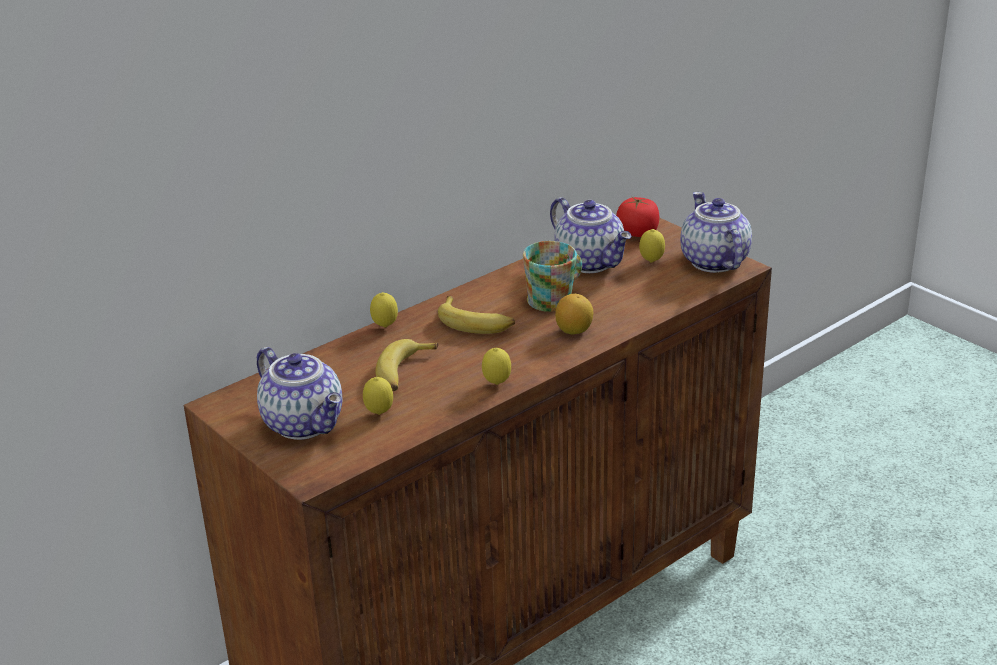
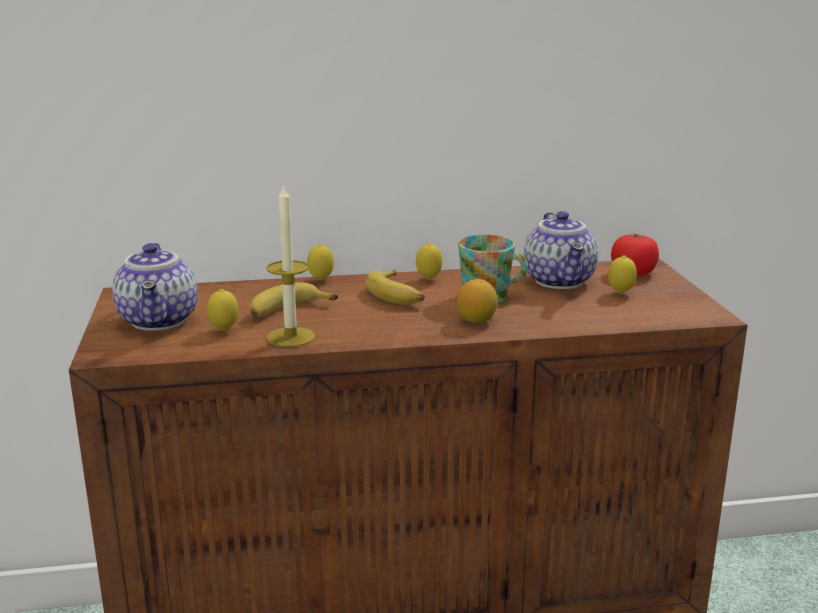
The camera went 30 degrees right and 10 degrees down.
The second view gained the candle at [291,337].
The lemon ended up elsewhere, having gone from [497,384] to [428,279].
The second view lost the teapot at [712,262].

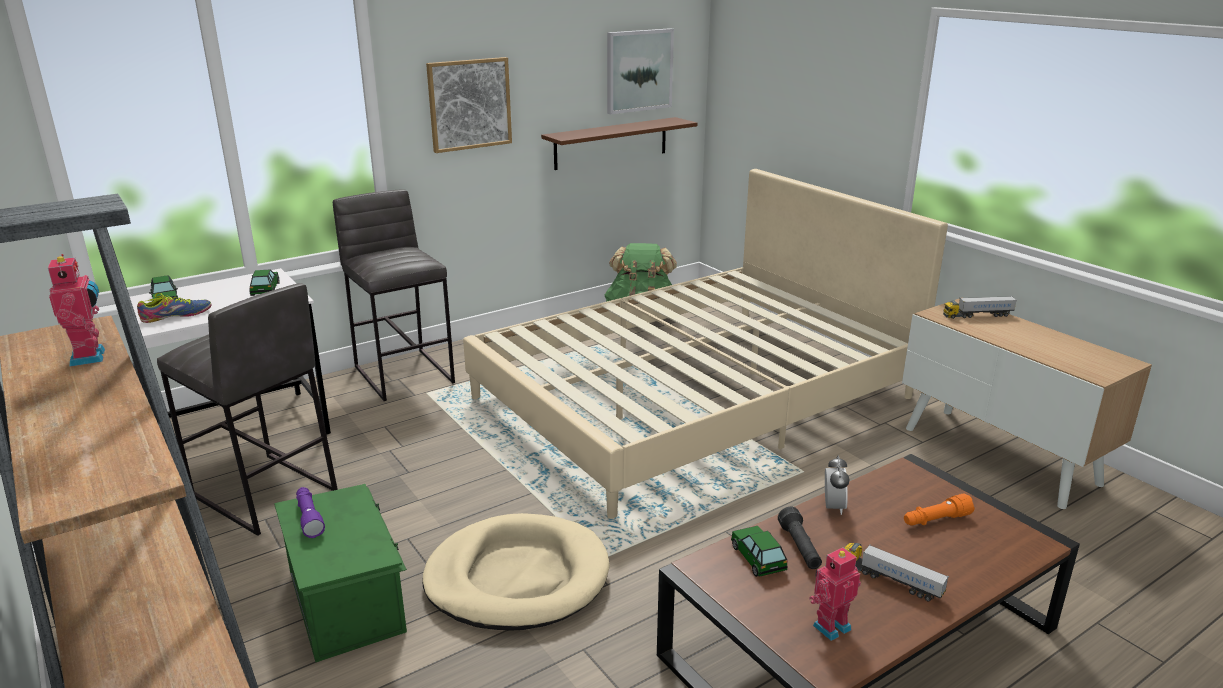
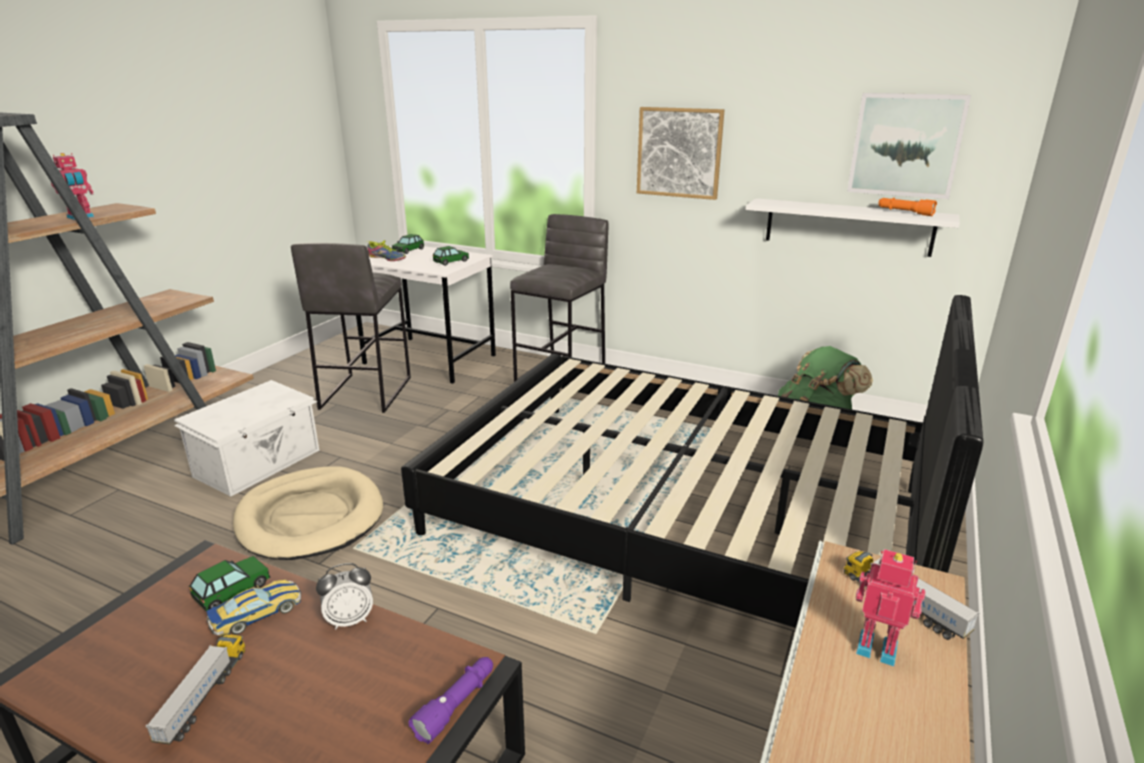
The camera went 60 degrees right and 0 degrees up.
What was the storage box/green at [348,600] turned into the storage box/white at [259,463].
Where the flashlight/black stood at [800,548], the toy car came to stand at [257,613].
What was the bed/beige at [694,398] turned into the bed/black at [679,513].
The flashlight/purple ended up elsewhere, having gone from [309,518] to [456,705].
What was the shelf/brown at [611,143] turned into the shelf/white at [848,227].
The toy robot ended up elsewhere, having gone from [830,626] to [877,647].
The flashlight/orange ended up elsewhere, having gone from [935,520] to [904,212].

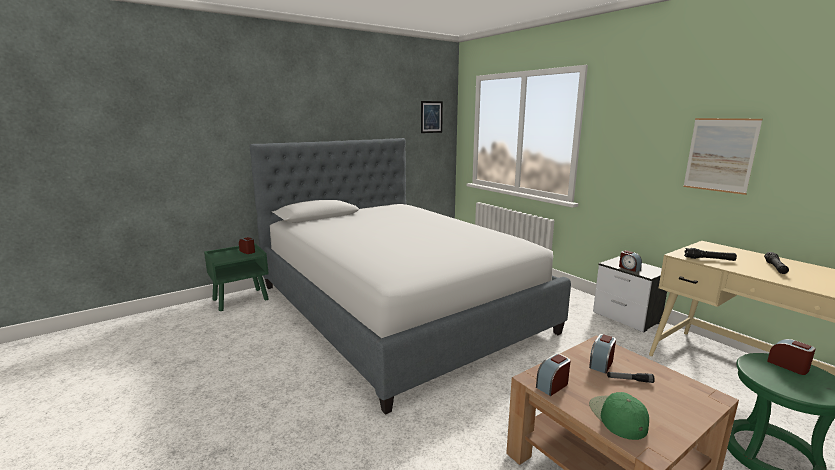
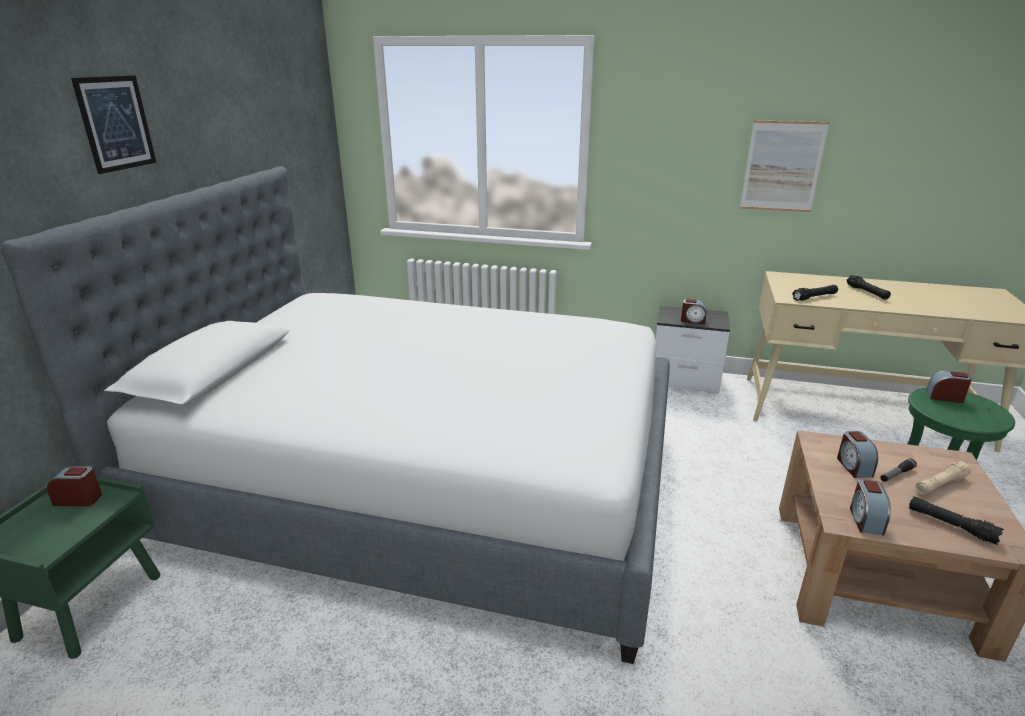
The camera went 40 degrees left and 10 degrees up.
The picture ended up elsewhere, having gone from [431,117] to [116,123].
Where the cap/green stood at [617,416], the flashlight/black came to stand at [951,525].
The second view gained the flashlight/beige at [940,484].

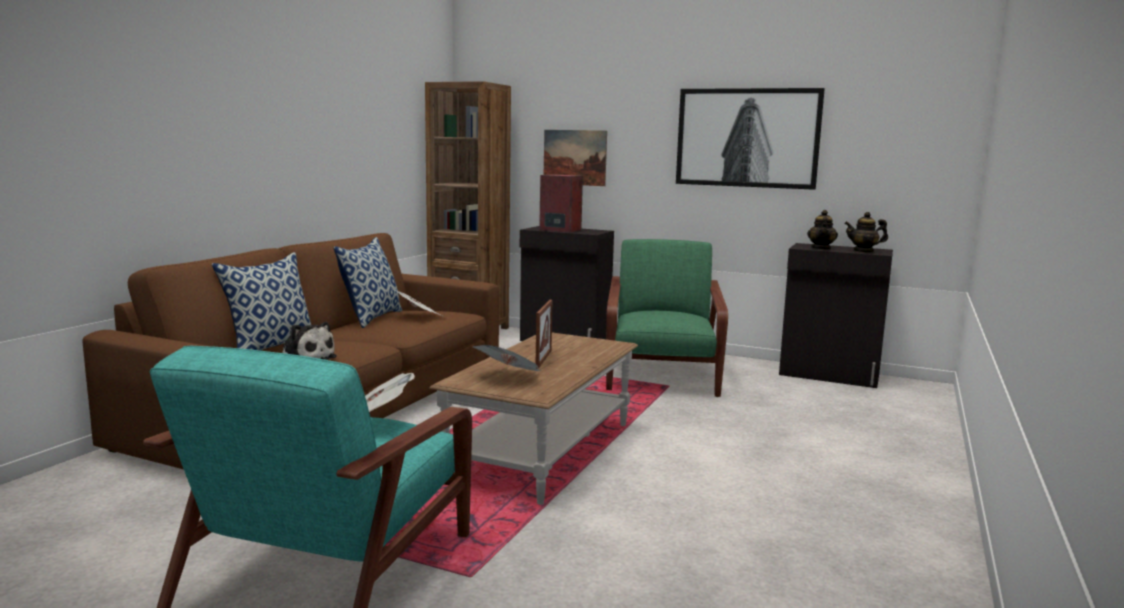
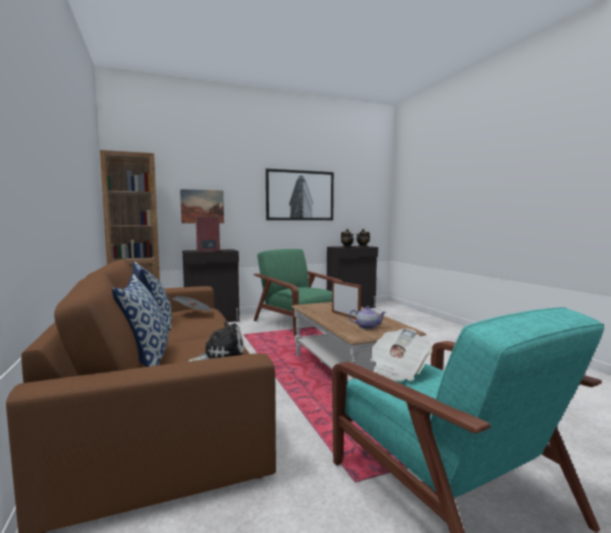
The camera went 45 degrees left and 5 degrees down.
Where the newspaper stood at [510,377], the teapot came to stand at [367,327].

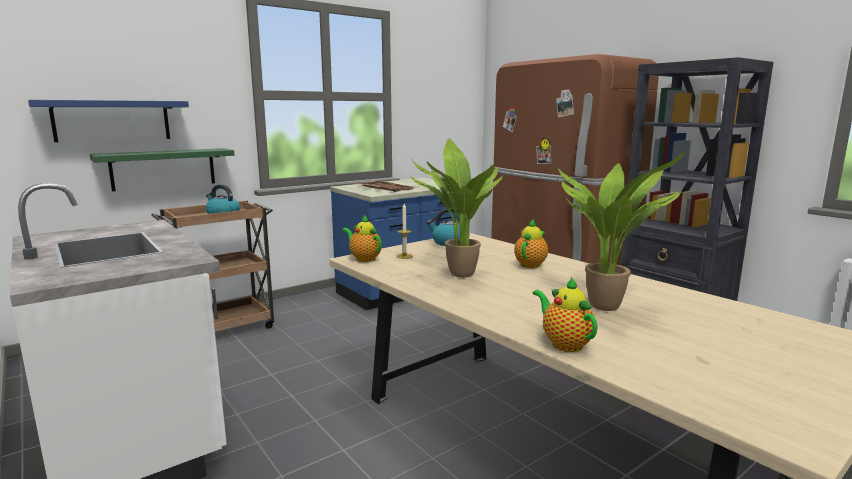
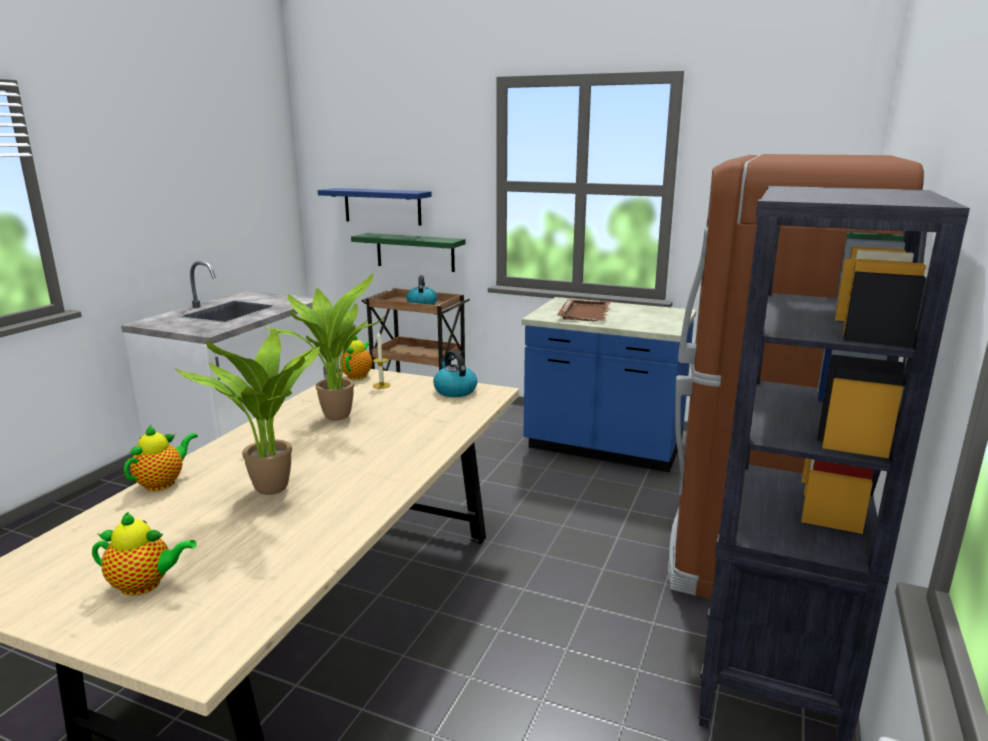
The camera went 60 degrees right and 5 degrees up.
The teapot ended up elsewhere, having gone from [531,264] to [145,585].

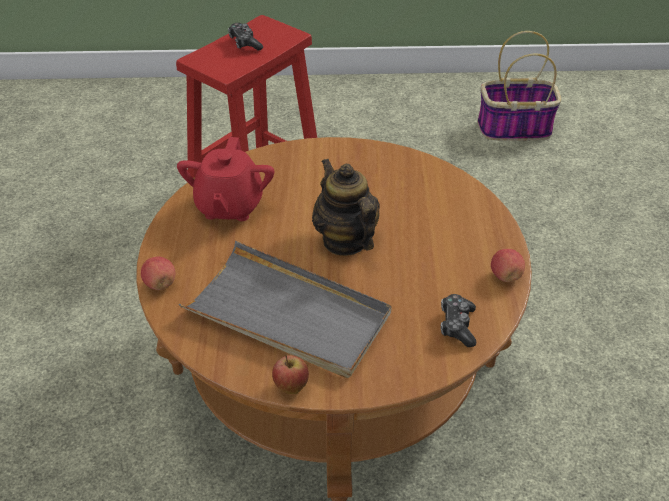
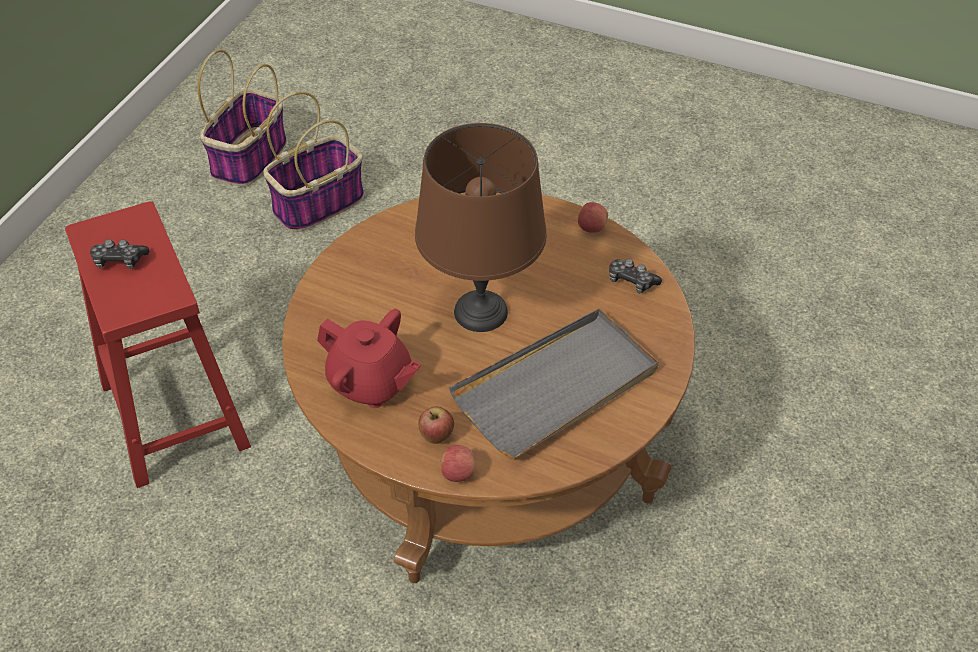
The camera went 65 degrees left and 5 degrees up.
The second view gained the basket at [319,203].
Where the teapot stood at [345,240], the table lamp/brown came to stand at [482,312].
The apple ended up elsewhere, having gone from [291,387] to [436,437].

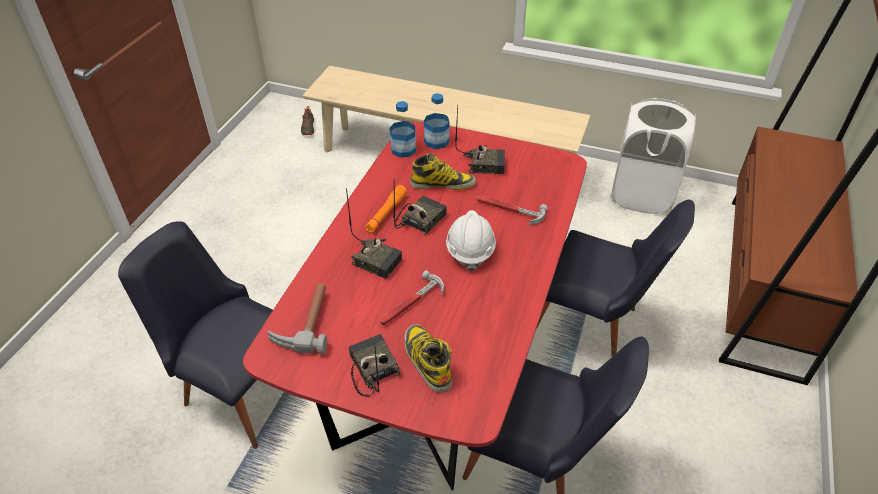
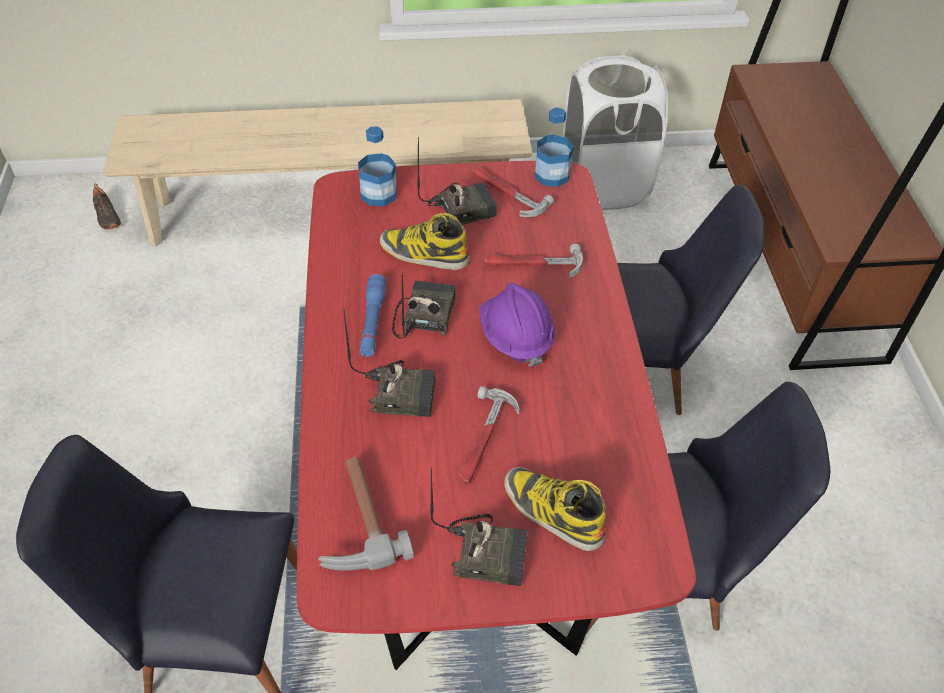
The camera went 25 degrees left and 5 degrees up.
What was the flashlight/orange at [386,213] turned into the flashlight/blue at [372,321].
The boot at [443,183] ended up facing another way, 135 degrees counterclockwise from before.
The radio at [371,368] ended up facing another way, 150 degrees clockwise from before.
The second view gained the hammer at [506,194].
What was the hard hat/white at [470,250] turned into the hard hat/purple at [515,337].
The bottle ended up elsewhere, having gone from [403,149] to [552,175].

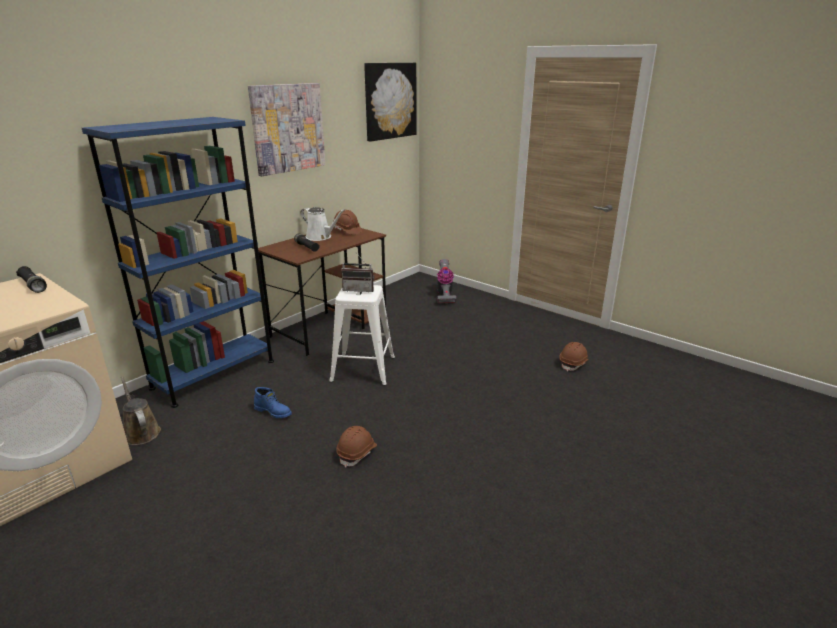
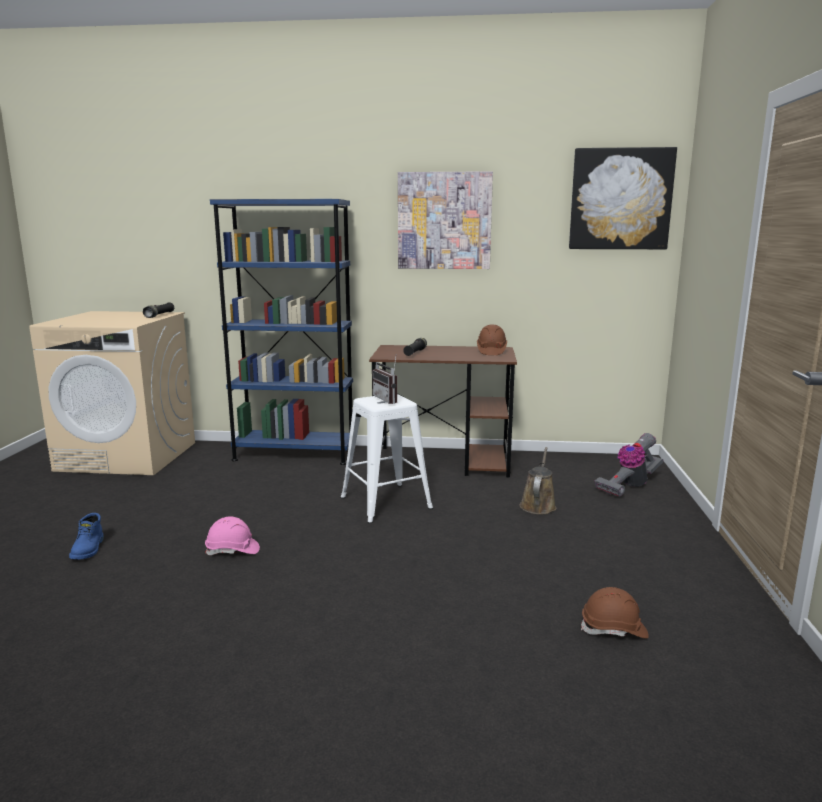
The camera went 55 degrees right and 10 degrees down.
The boot/blue ended up elsewhere, having gone from [273,411] to [89,549].
What was the hard hat/brown at [357,453] turned into the hard hat/pink at [233,551].
The watering can/brown ended up elsewhere, having gone from [141,432] to [538,505].
The second view lost the watering can/white at [320,237].

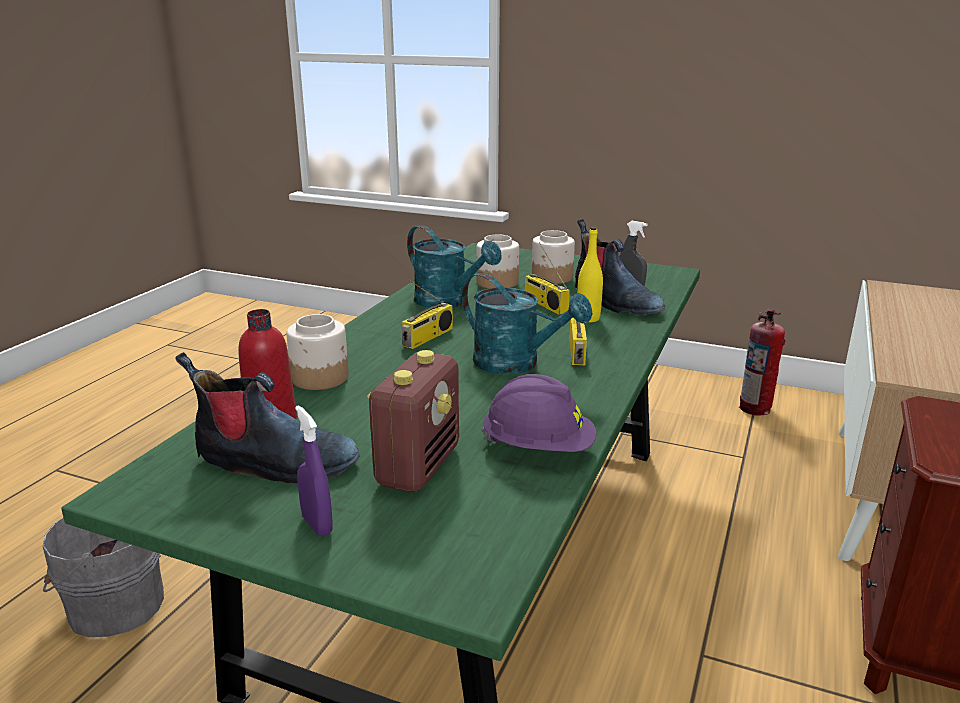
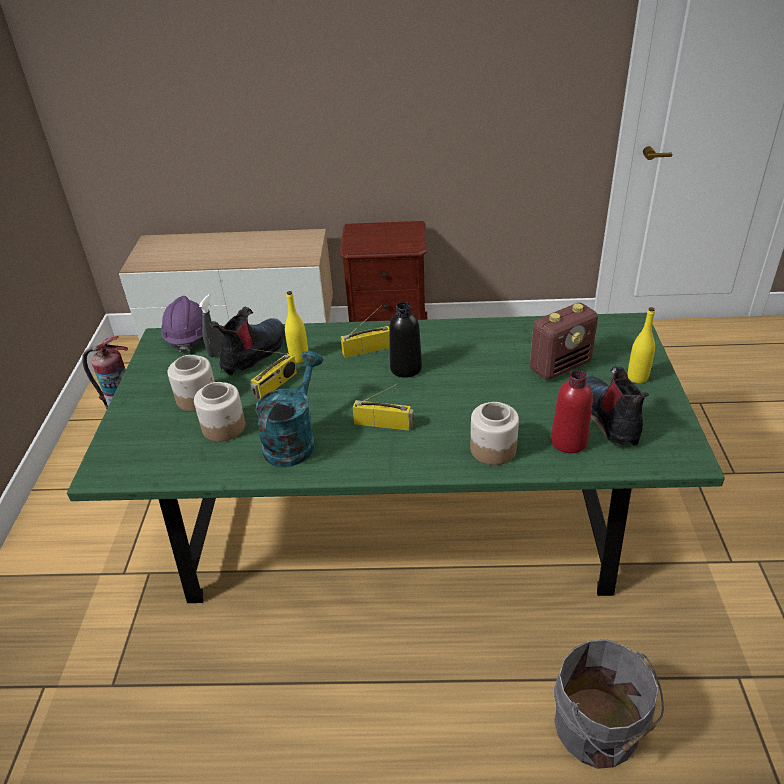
The camera went 110 degrees left and 15 degrees up.
The hard hat/purple ended up elsewhere, having gone from [538,448] to [189,337].
Where the watering can/turquoise stood at [516,364], the bottle/black came to stand at [406,368].
The radio at [418,466] ended up facing another way, 150 degrees clockwise from before.
Where the spray bottle/purple stood at [317,525], the bottle/yellow came to stand at [637,378].

